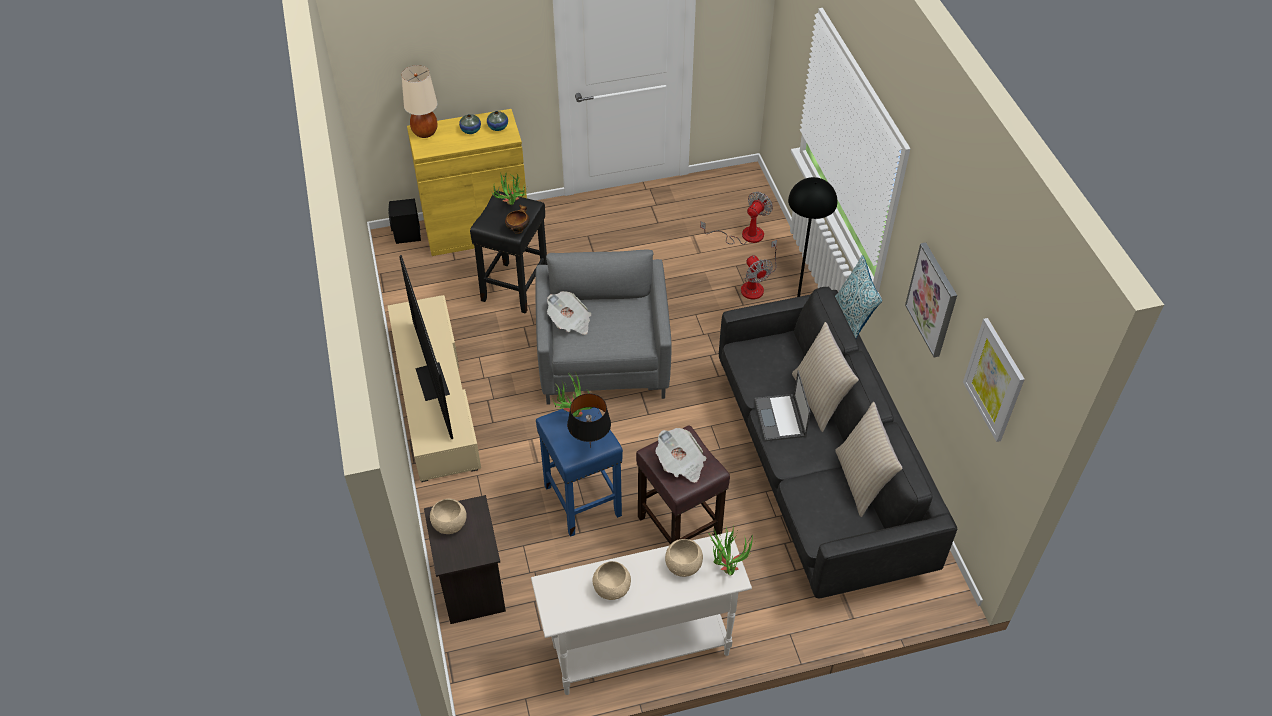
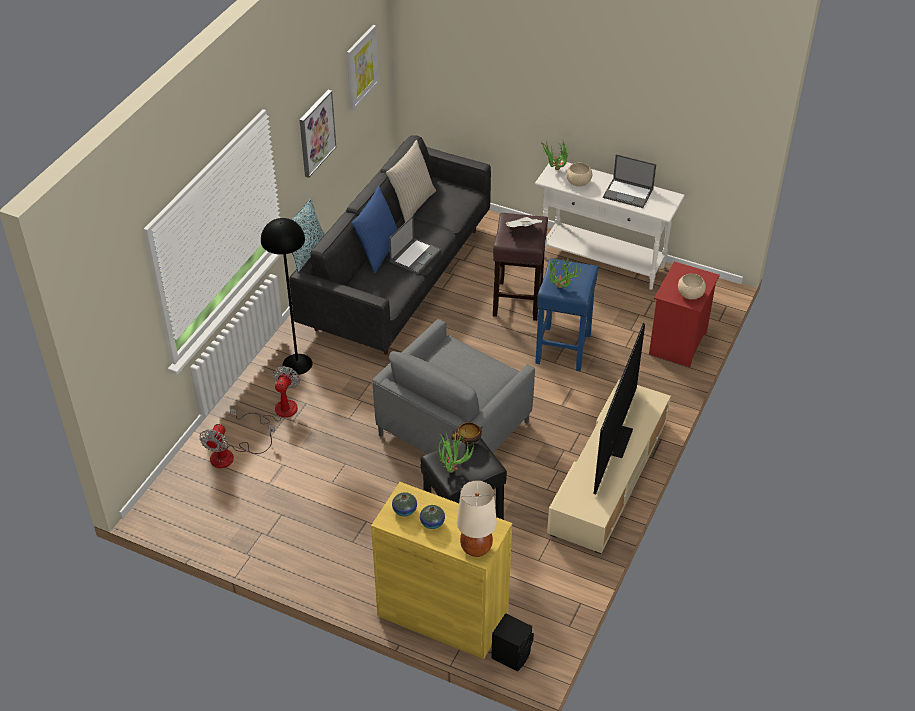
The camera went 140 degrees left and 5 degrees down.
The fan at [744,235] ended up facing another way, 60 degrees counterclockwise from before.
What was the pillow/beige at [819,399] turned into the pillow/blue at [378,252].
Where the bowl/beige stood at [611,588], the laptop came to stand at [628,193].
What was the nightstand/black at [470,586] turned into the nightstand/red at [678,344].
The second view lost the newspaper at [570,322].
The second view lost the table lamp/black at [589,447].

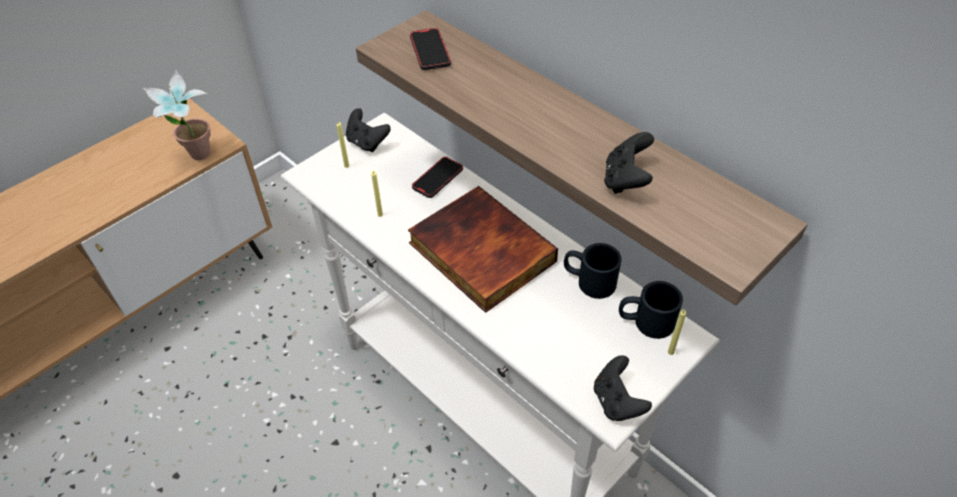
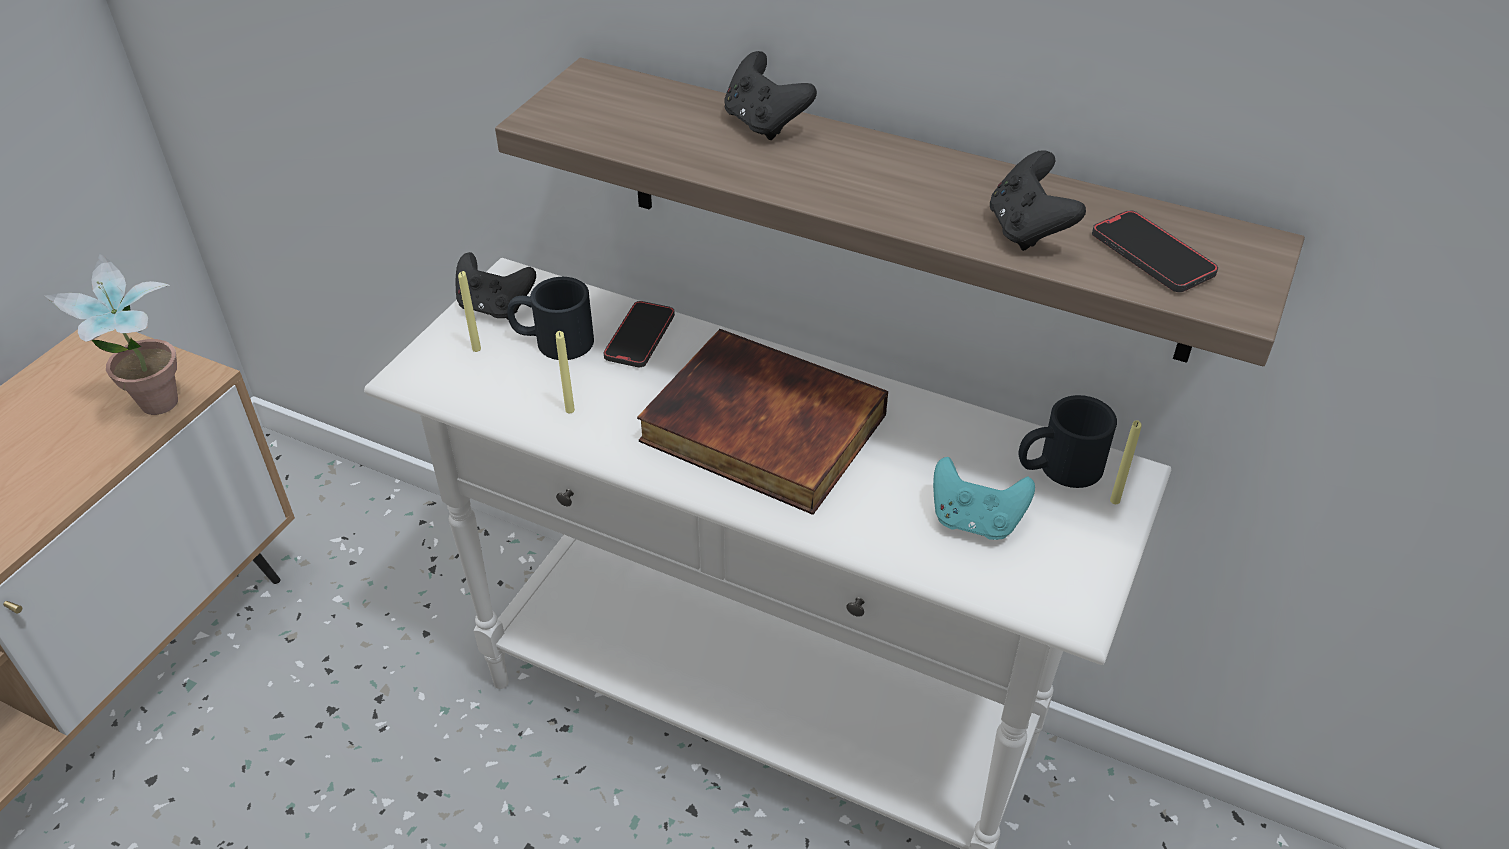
The camera went 20 degrees left and 5 degrees down.
The mug/black ended up elsewhere, having gone from [588,281] to [552,341].
The game controller/black ended up elsewhere, having gone from [617,402] to [764,124].
The second view gained the game controller/turquoise at [975,521].
The phone ended up elsewhere, having gone from [430,51] to [1152,255].

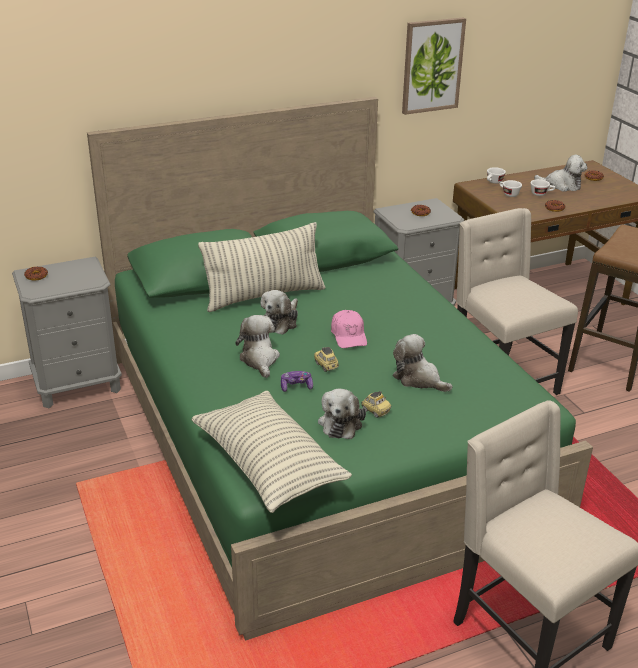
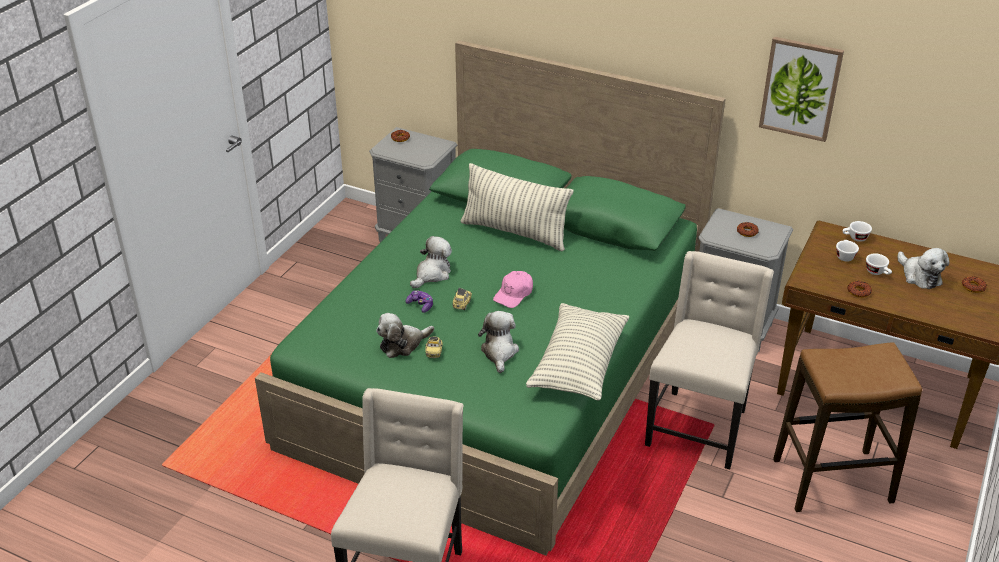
The camera went 50 degrees right and 5 degrees up.
The pillow ended up elsewhere, having gone from [268,465] to [578,365].
The second view lost the plush toy at [281,322].

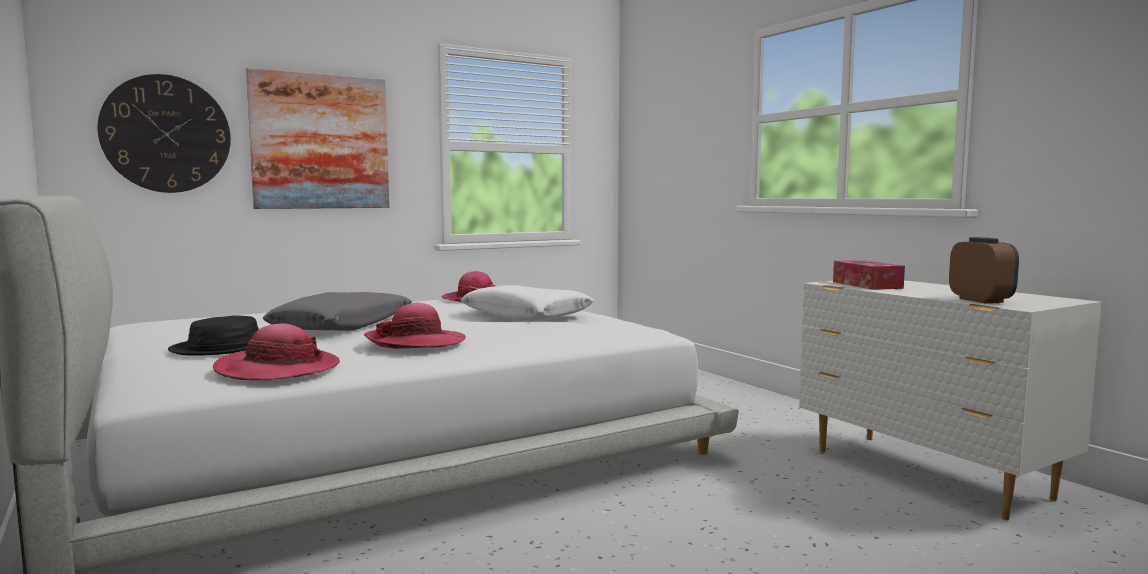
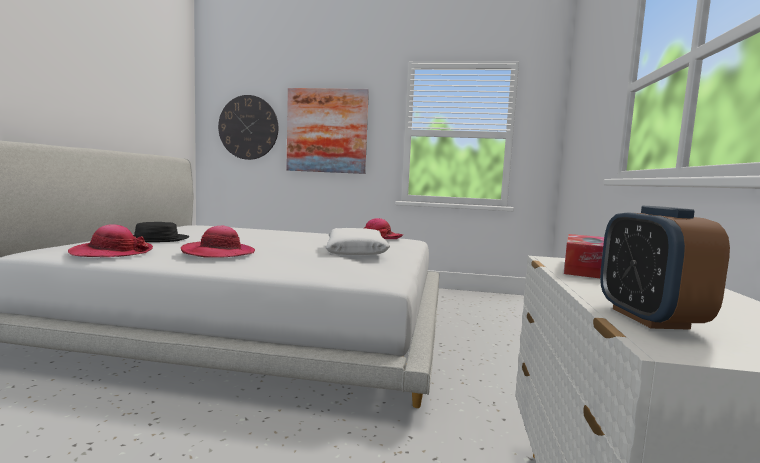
The camera went 40 degrees right and 0 degrees up.
The alarm clock at [981,300] ended up facing another way, 150 degrees clockwise from before.
The second view lost the pillow/grey at [342,326].

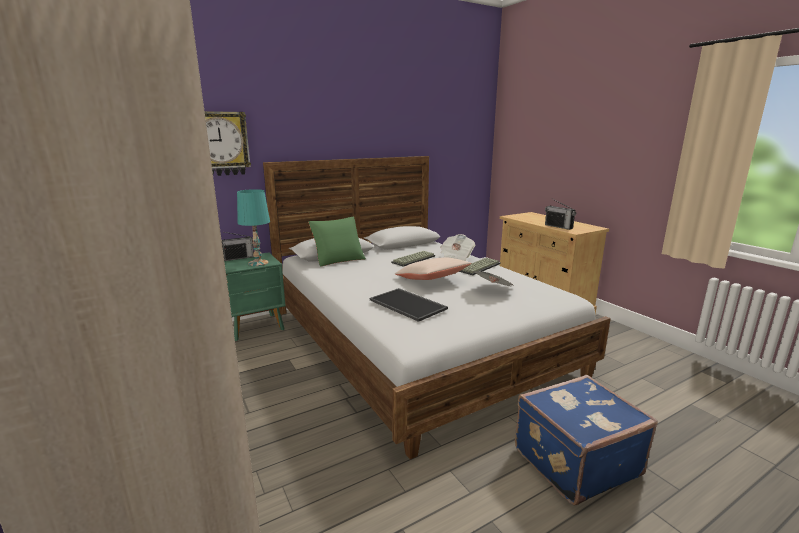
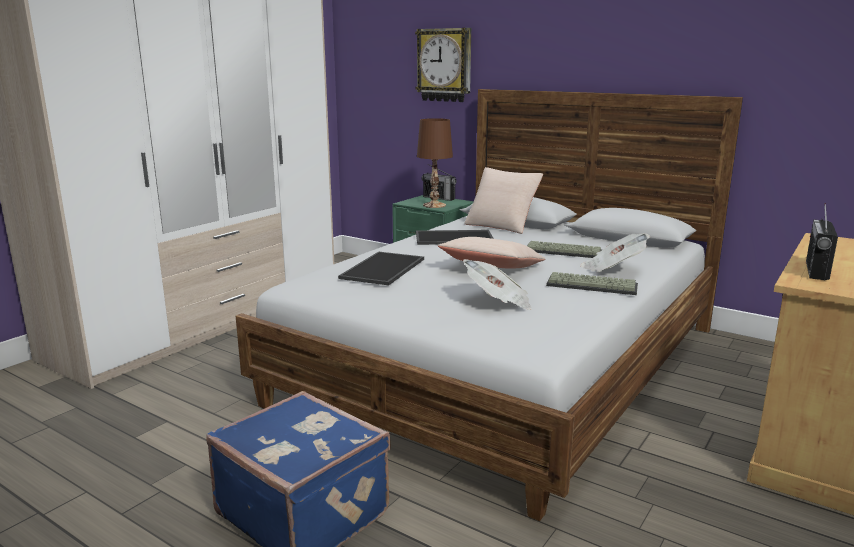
The camera went 65 degrees right and 0 degrees up.
The second view gained the tray at [454,238].
What was the table lamp/turquoise at [258,263] turned into the table lamp/brown at [434,205].
What was the pillow/green at [338,259] turned into the pillow/beige at [502,225].

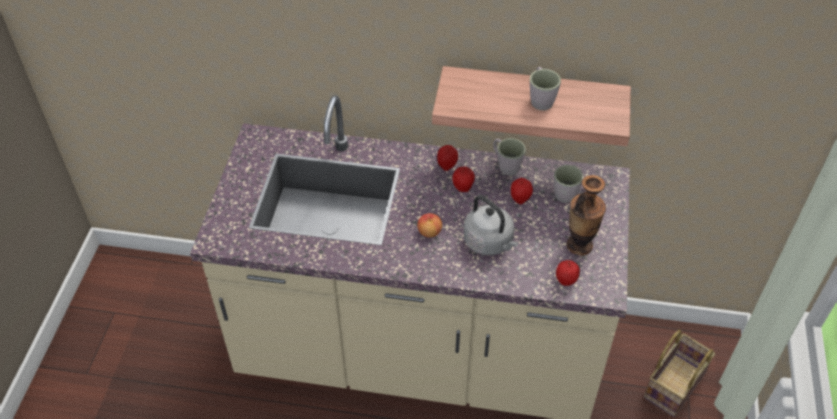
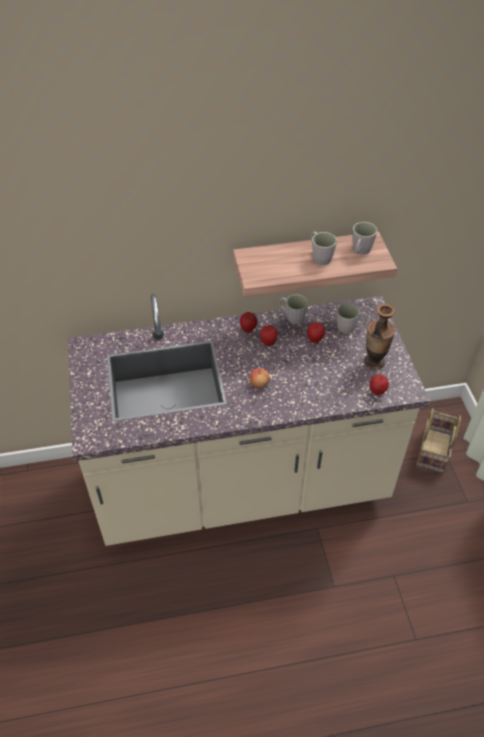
The camera went 20 degrees left and 0 degrees up.
The second view gained the mug/grey at [360,251].
The second view lost the kettle/grey at [490,242].

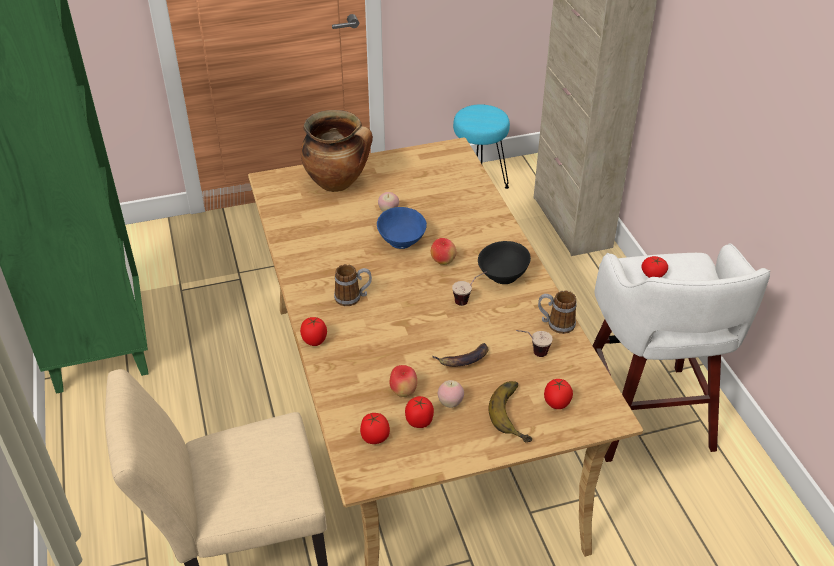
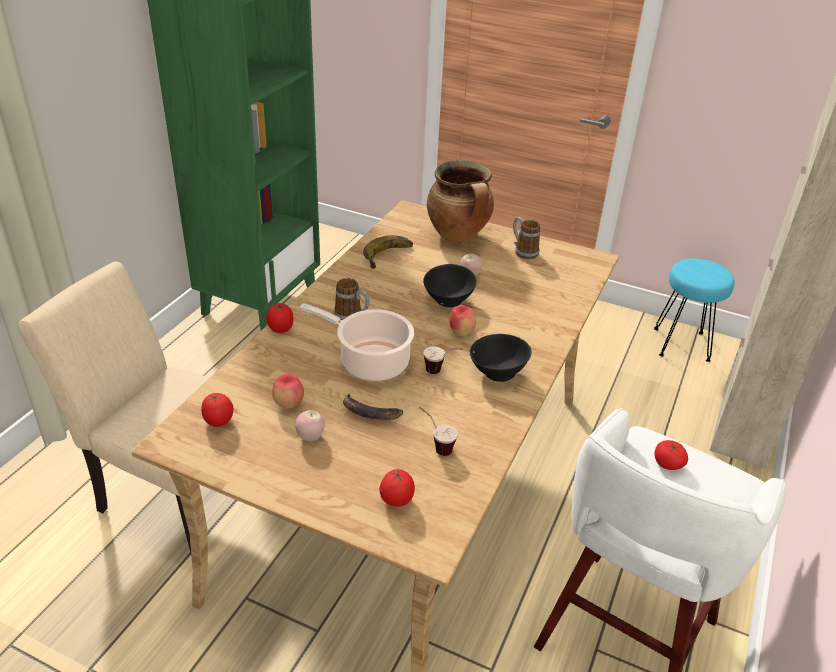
The camera went 40 degrees right and 5 degrees down.
The second view gained the cooking pot at [370,361].
The banana ended up elsewhere, having gone from [516,413] to [390,256].
What was the bowl/blue at [401,242] turned into the bowl/black at [447,300].
The mug ended up elsewhere, having gone from [555,324] to [523,251].
The second view lost the tomato at [419,421].

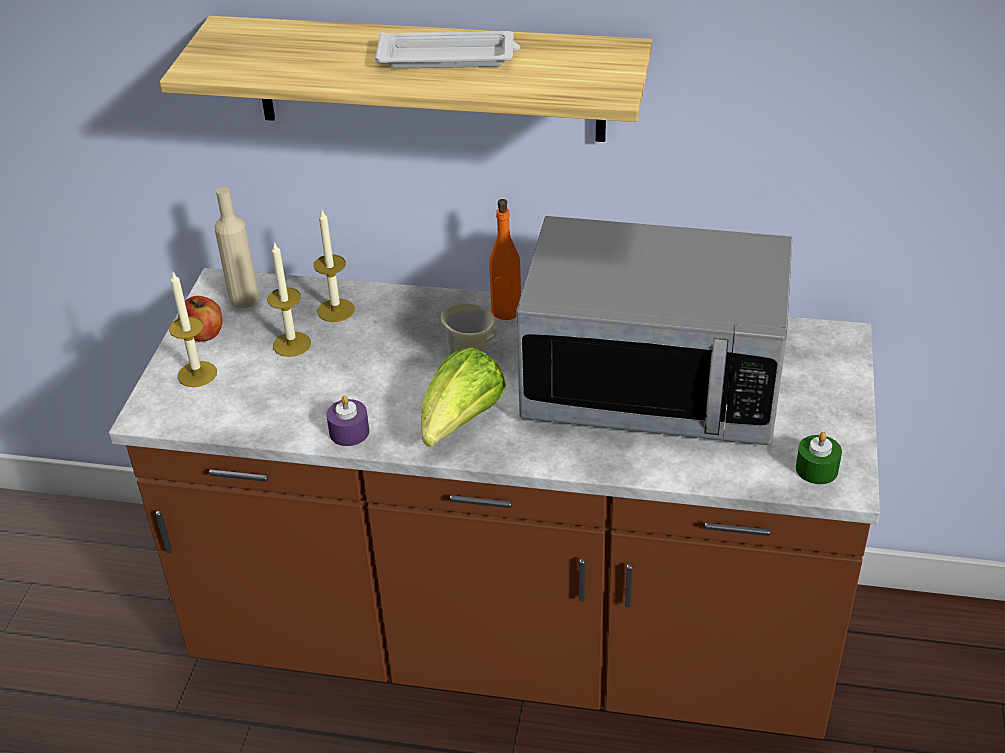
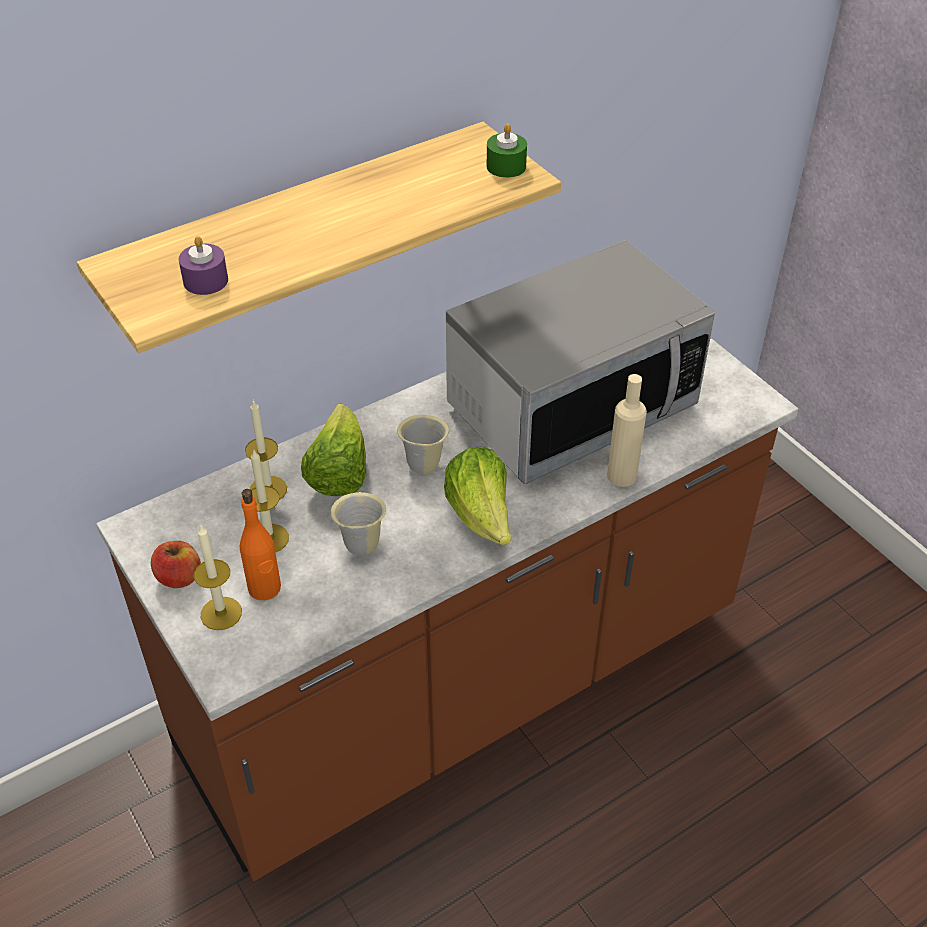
The camera went 45 degrees left and 5 degrees up.
The candle/purple ended up elsewhere, having gone from [349,432] to [205,281].
The bottle/orange ended up elsewhere, having gone from [506,311] to [264,588].
The second view gained the lettuce at [338,472].
The second view gained the mug/beige at [361,543].
The candle/green ended up elsewhere, having gone from [816,469] to [506,166].
The bottle/beige ended up elsewhere, having gone from [244,299] to [622,475].
The second view lost the tray/white at [449,58].

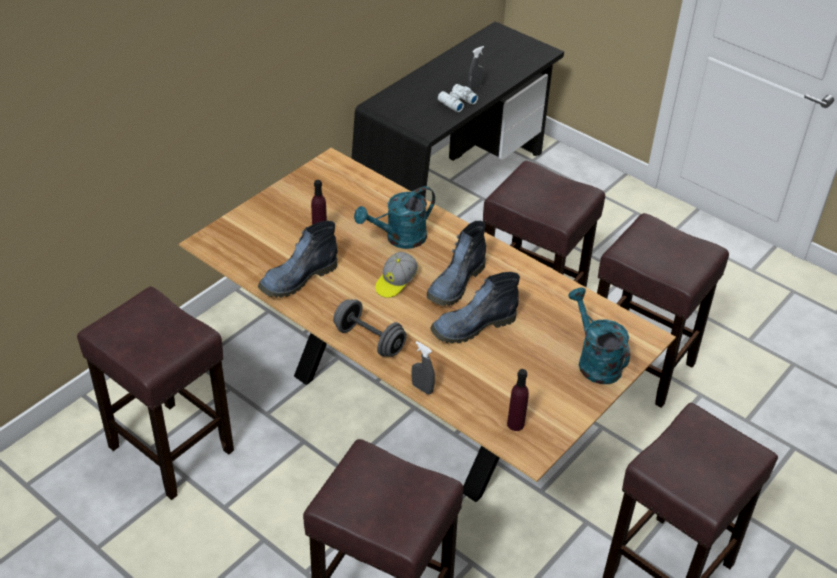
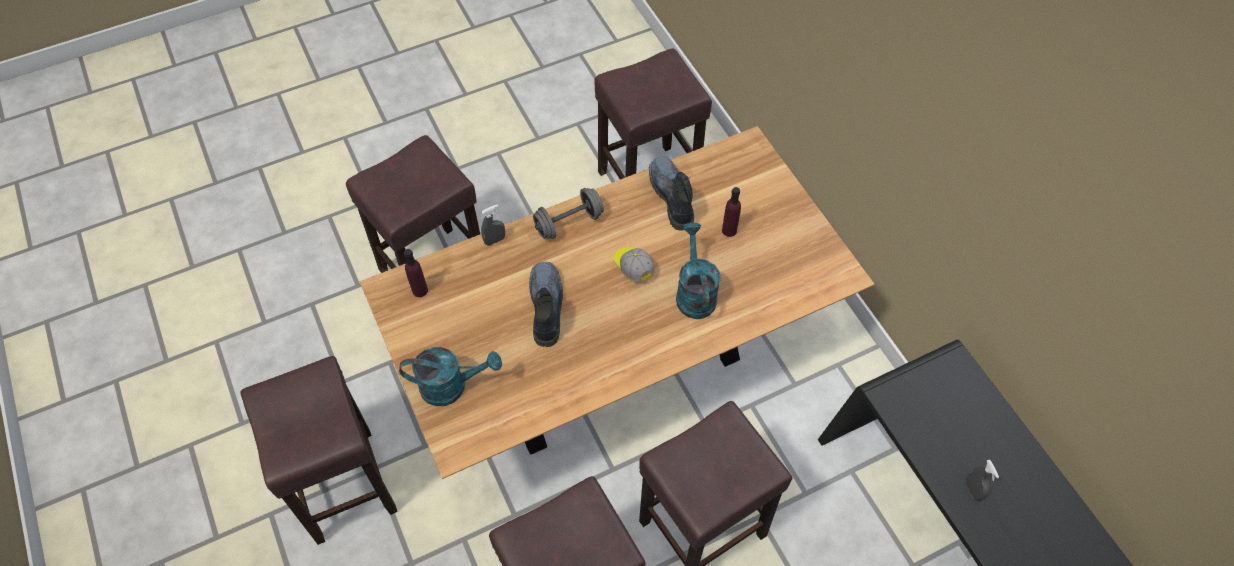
The camera went 115 degrees right and 15 degrees up.
The second view lost the boot at [455,284].
The second view lost the binoculars/white at [456,102].

